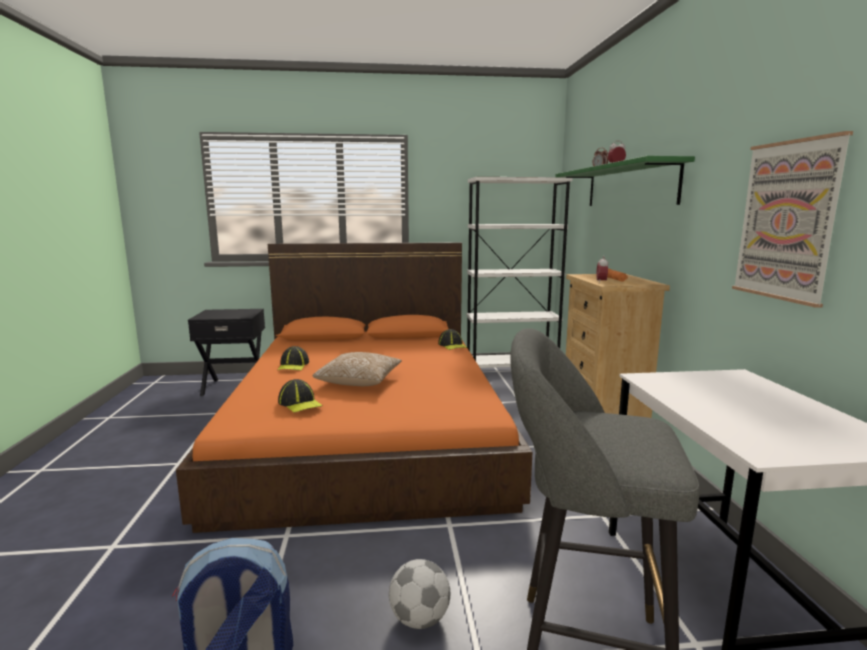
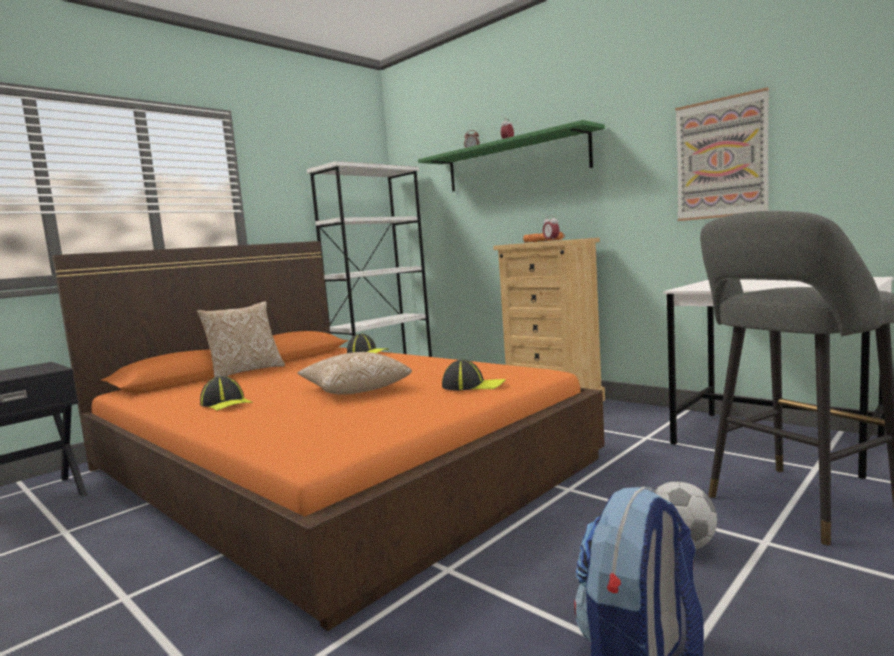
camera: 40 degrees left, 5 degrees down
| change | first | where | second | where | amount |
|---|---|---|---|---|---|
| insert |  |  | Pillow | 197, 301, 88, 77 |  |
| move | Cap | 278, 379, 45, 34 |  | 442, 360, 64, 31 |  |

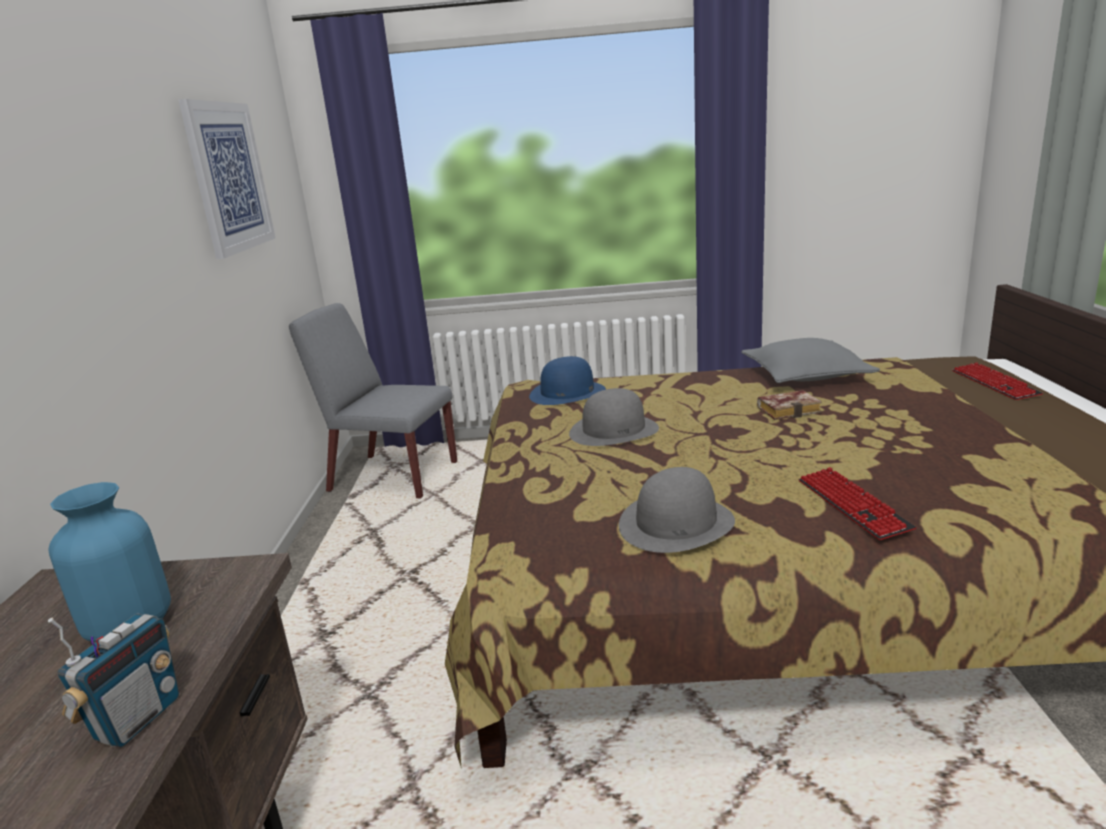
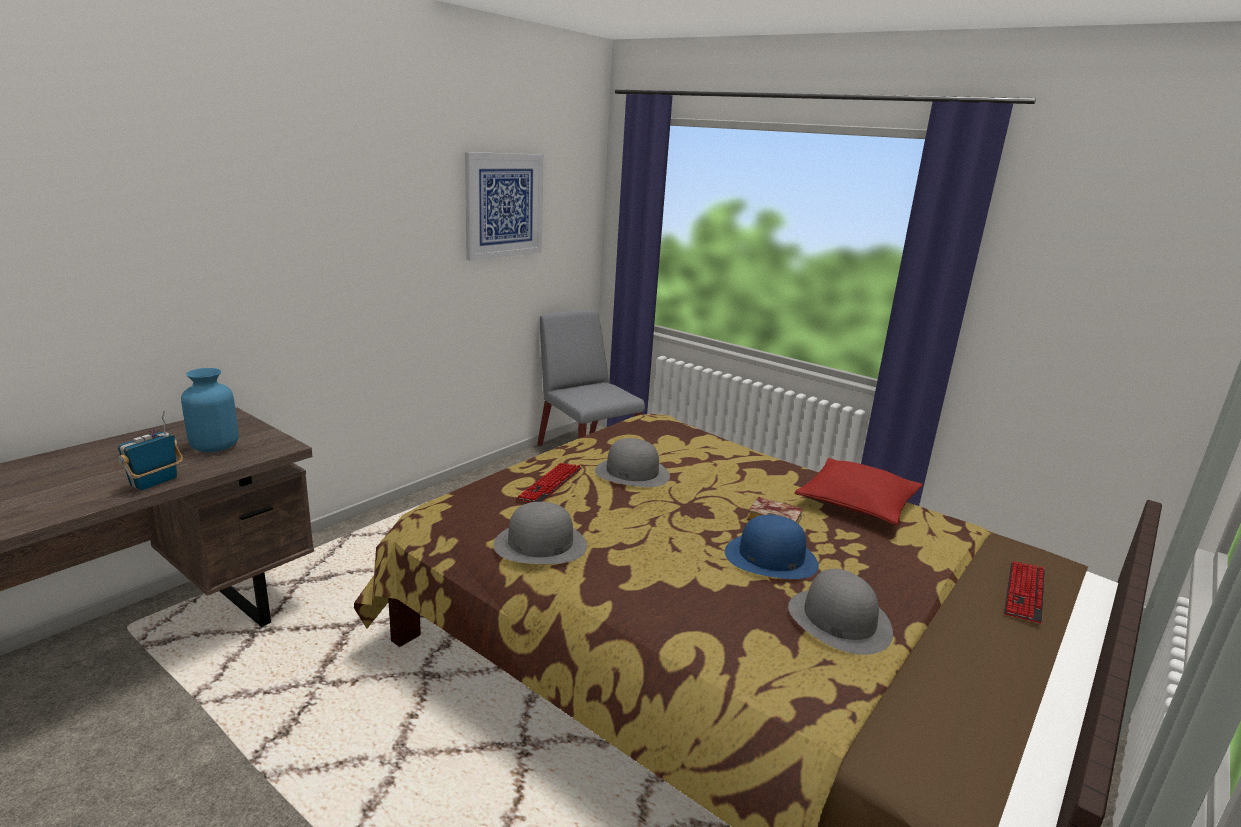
camera: 35 degrees right, 0 degrees up
| change | first | where | second | where | amount |
|---|---|---|---|---|---|
| insert |  |  | GreyHat | 788, 569, 105, 86 |  |
| move | BlueHat | 529, 356, 77, 49 |  | 725, 515, 94, 64 |  |
| move | Keyboard | 798, 467, 118, 73 |  | 516, 463, 66, 39 |  |
| recolor | GreyPillow | 741, 338, 139, 45 | RedPillow | 795, 458, 128, 67 |  |
| rotate | Radio | 48, 613, 131, 134 |  | 118, 411, 65, 79 | 150 degrees clockwise |

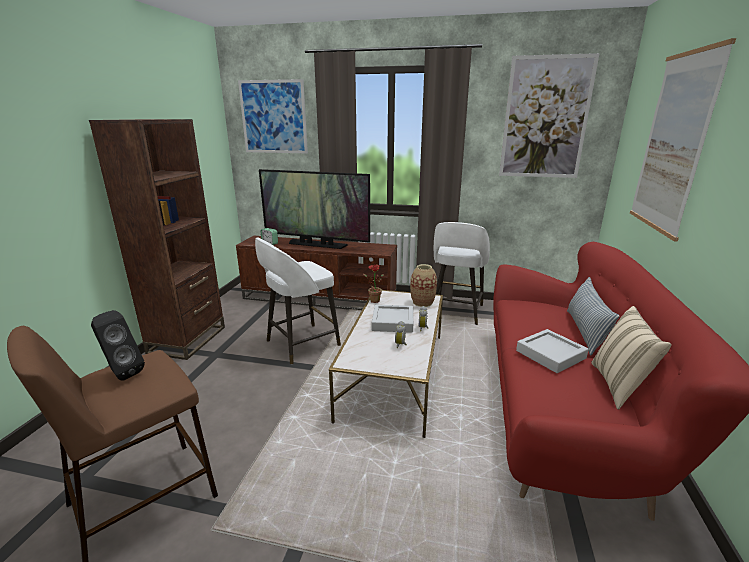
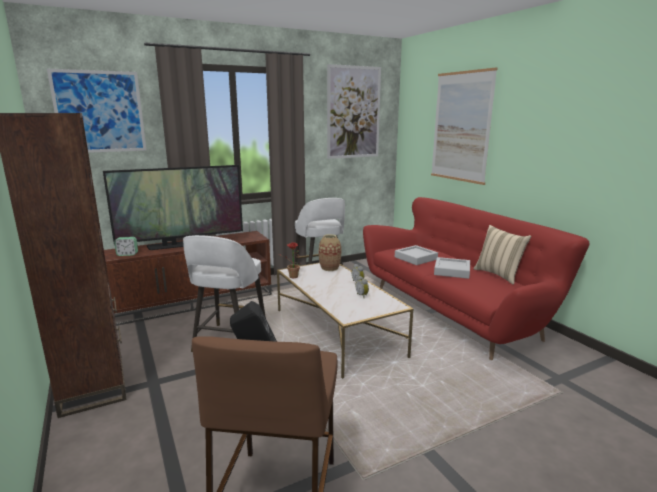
camera: 40 degrees left, 5 degrees down
| change | first | where | second | where | amount |
|---|---|---|---|---|---|
| delete | Pillow | 567, 277, 53, 78 |  |  |  |
| move | GreyTray | 372, 305, 41, 28 |  | 395, 245, 43, 20 |  |

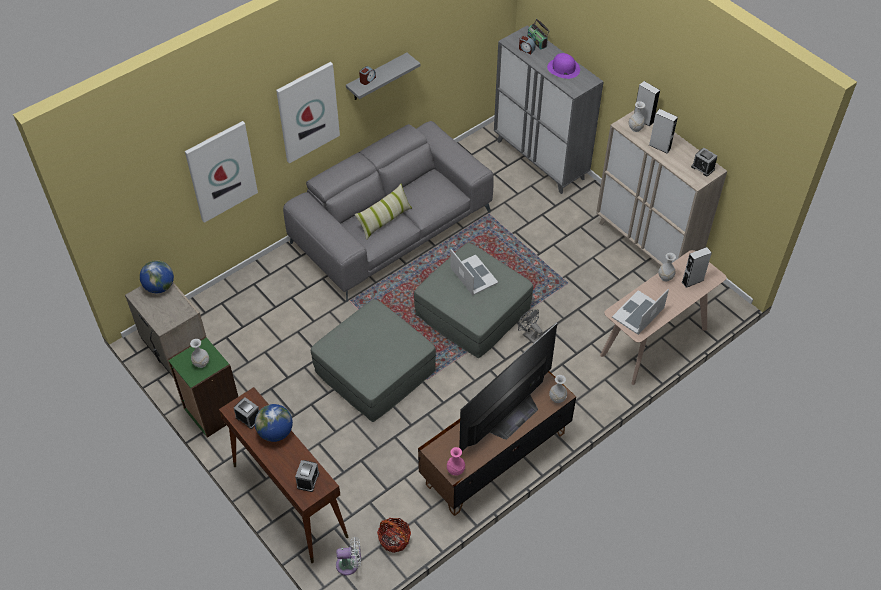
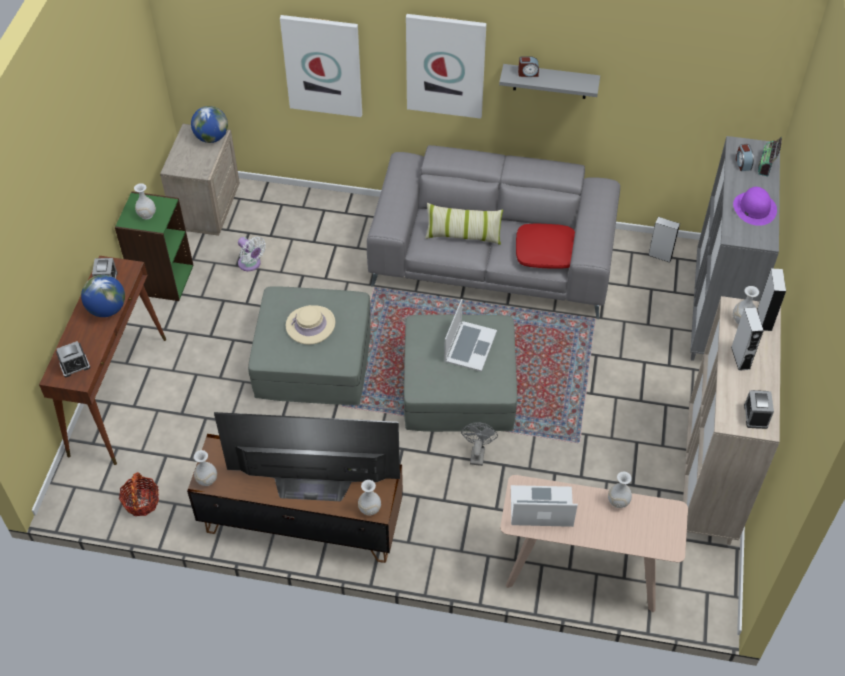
camera: 50 degrees right, 0 degrees up
| change | first | where | second | where | amount |
|---|---|---|---|---|---|
| insert |  |  | BeigeHat | 286, 305, 49, 40 |  |
| insert |  |  | RedPillow | 516, 224, 59, 45 |  |
| move | WhiteFan | 336, 537, 25, 38 |  | 238, 237, 28, 34 |  |
| move | GreySpeaker | 682, 247, 30, 41 |  | 648, 217, 32, 46 |  |
| recolor | PinkVase | 447, 447, 18, 29 | WhiteVase | 194, 450, 23, 36 |  |

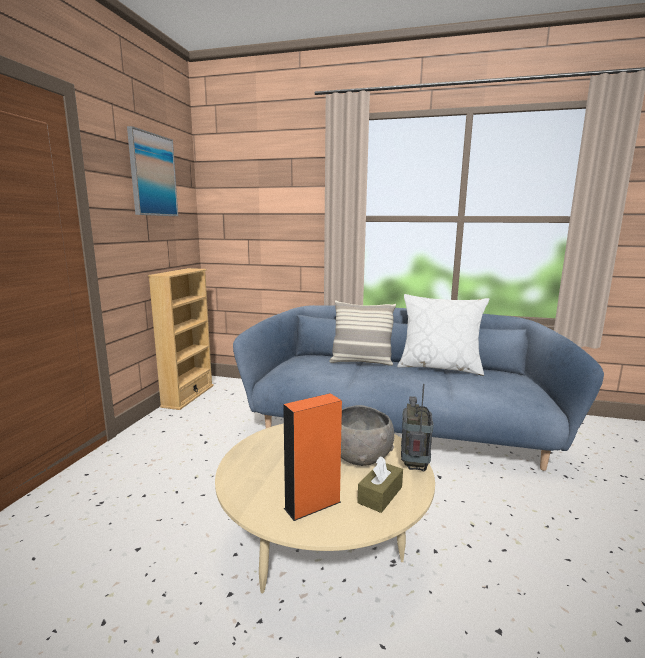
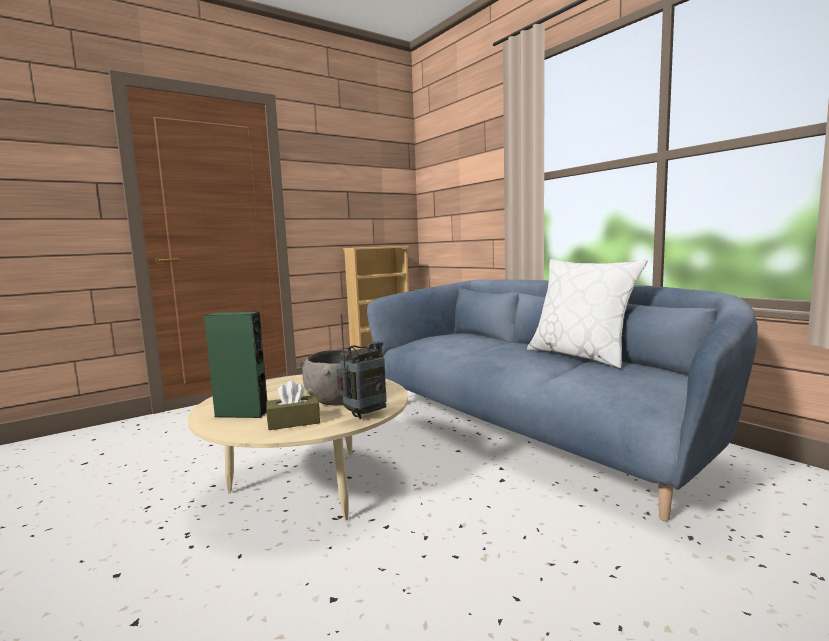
camera: 40 degrees right, 5 degrees down
| change | first | where | second | where | amount |
|---|---|---|---|---|---|
| delete | Picture | 127, 126, 51, 90 |  |  |  |
| delete | Pillow | 329, 300, 67, 66 |  |  |  |
| recolor | OrangeSpeaker | 283, 393, 59, 128 | GreenSpeaker | 204, 312, 63, 106 |  |

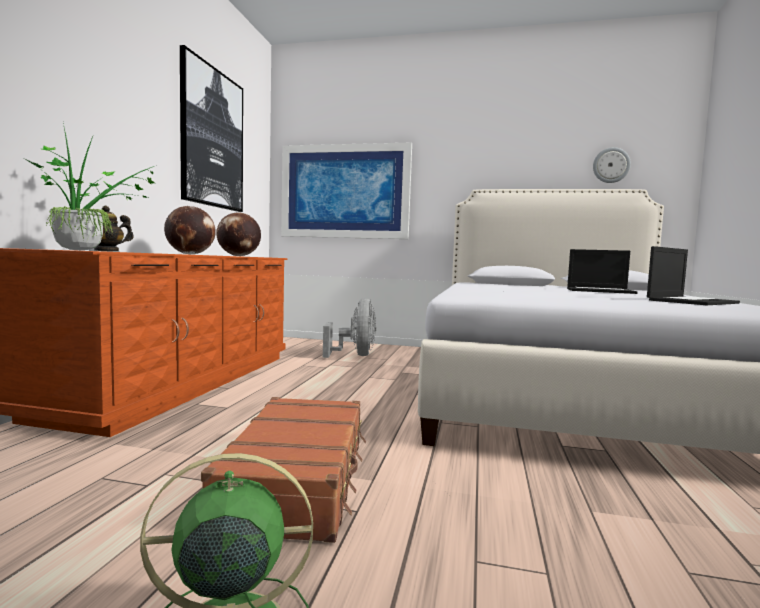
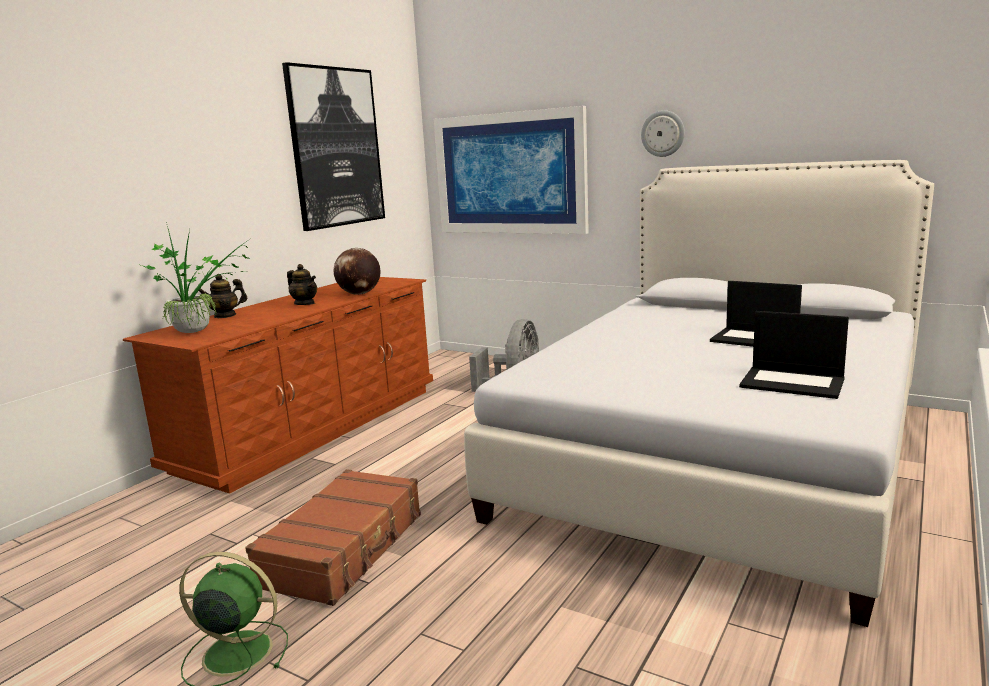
camera: 20 degrees right, 10 degrees up
| change | first | where | second | where | amount |
|---|---|---|---|---|---|
| move | WallClock | 593, 147, 38, 36 |  | 641, 110, 44, 47 |  |
| replace | Globe | 164, 206, 51, 48 | Teapot | 287, 264, 30, 41 |  |
| rotate | Laptop | 647, 246, 93, 59 |  | 739, 311, 110, 88 | 45 degrees clockwise |

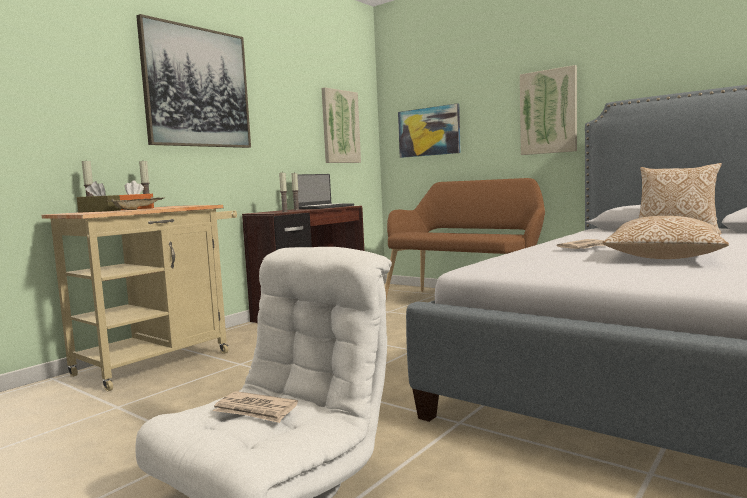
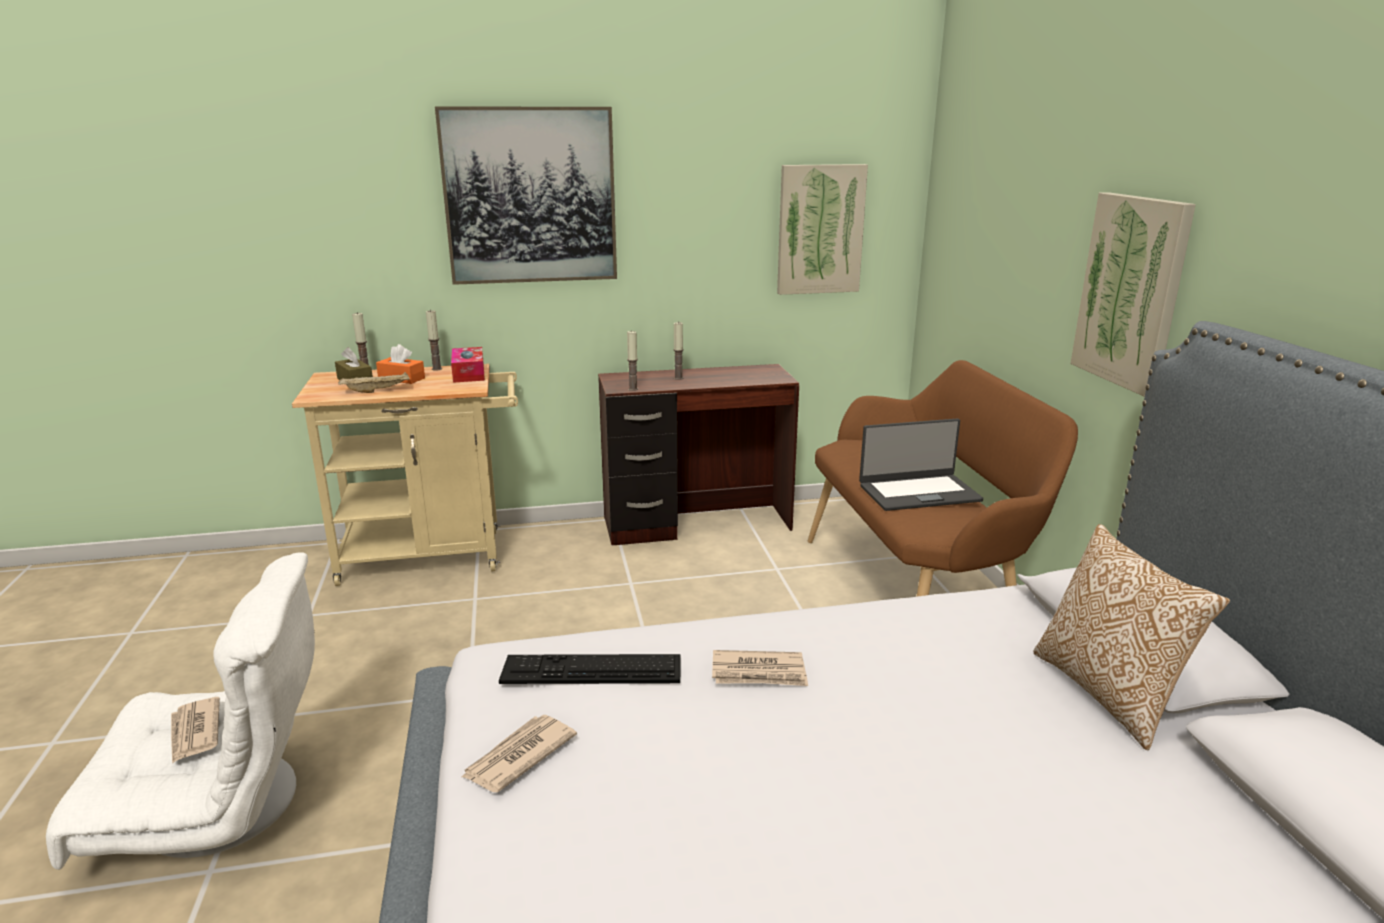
camera: 40 degrees right, 15 degrees up
| change | first | where | second | where | amount |
|---|---|---|---|---|---|
| delete | Picture | 398, 103, 63, 55 |  |  |  |
| delete | Pillow | 602, 216, 127, 43 |  |  |  |
| insert |  |  | TissueBox | 451, 347, 34, 36 |  |
| insert |  |  | Newspaper | 462, 715, 115, 77 |  |
| insert |  |  | Keyboard | 499, 654, 182, 30 |  |
| move | Laptop | 297, 174, 57, 35 |  | 859, 418, 124, 93 |  |

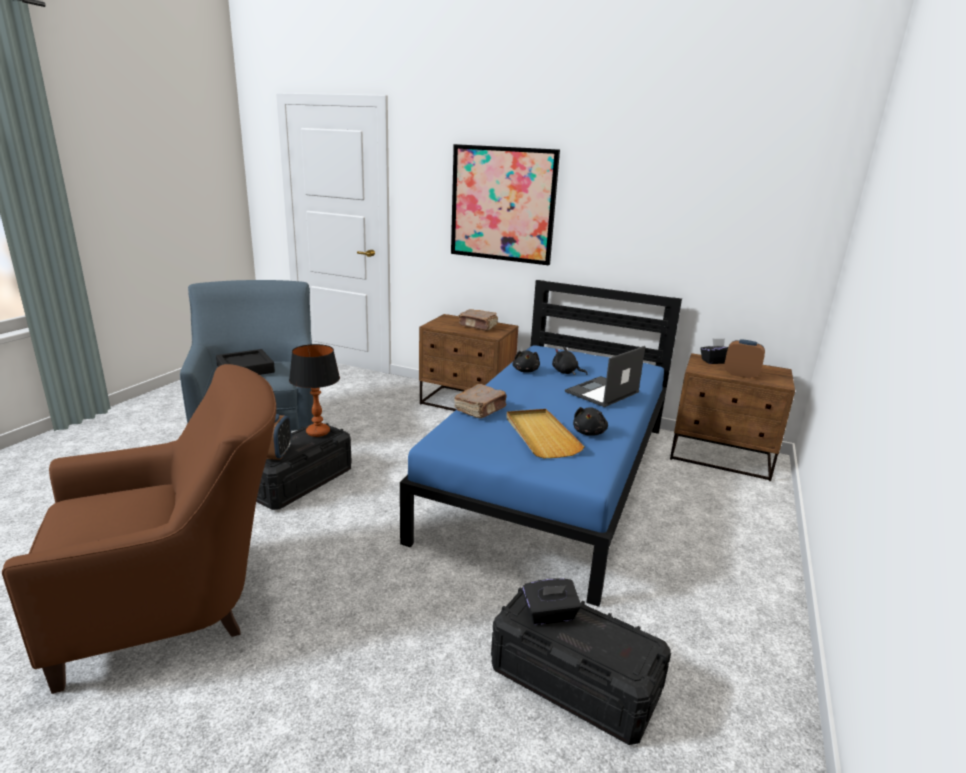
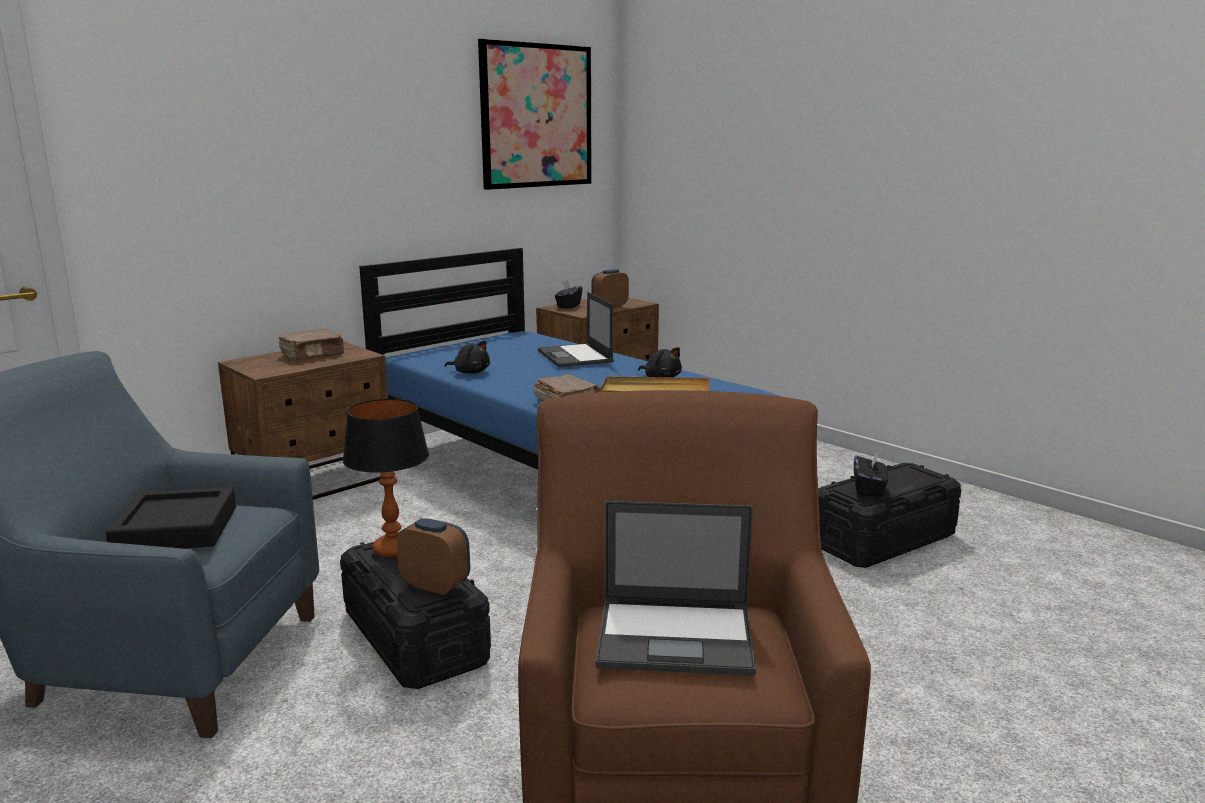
camera: 65 degrees left, 5 degrees down
| change | first | where | second | where | amount |
|---|---|---|---|---|---|
| delete | BlackPlushToy | 552, 347, 36, 28 |  |  |  |
| insert |  |  | Laptop | 595, 501, 161, 175 |  |
| move | Picture | 451, 144, 109, 121 |  | 478, 39, 113, 151 |  |

